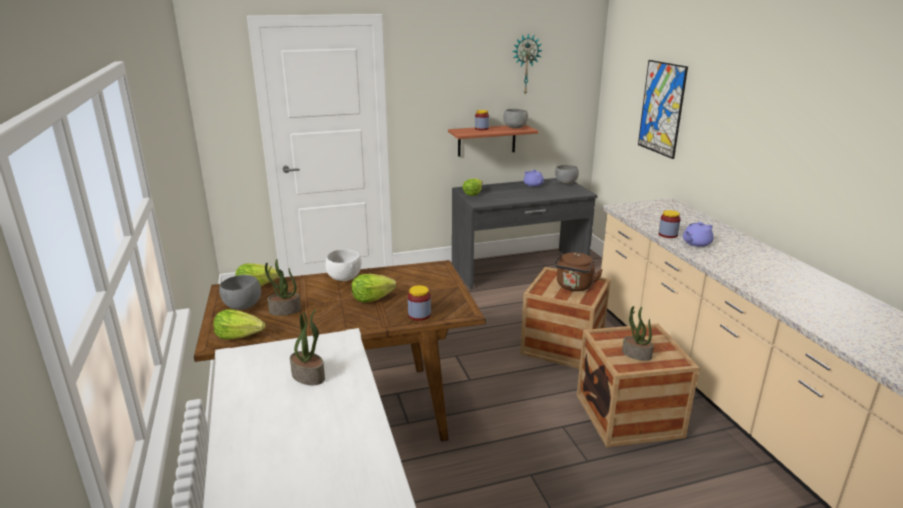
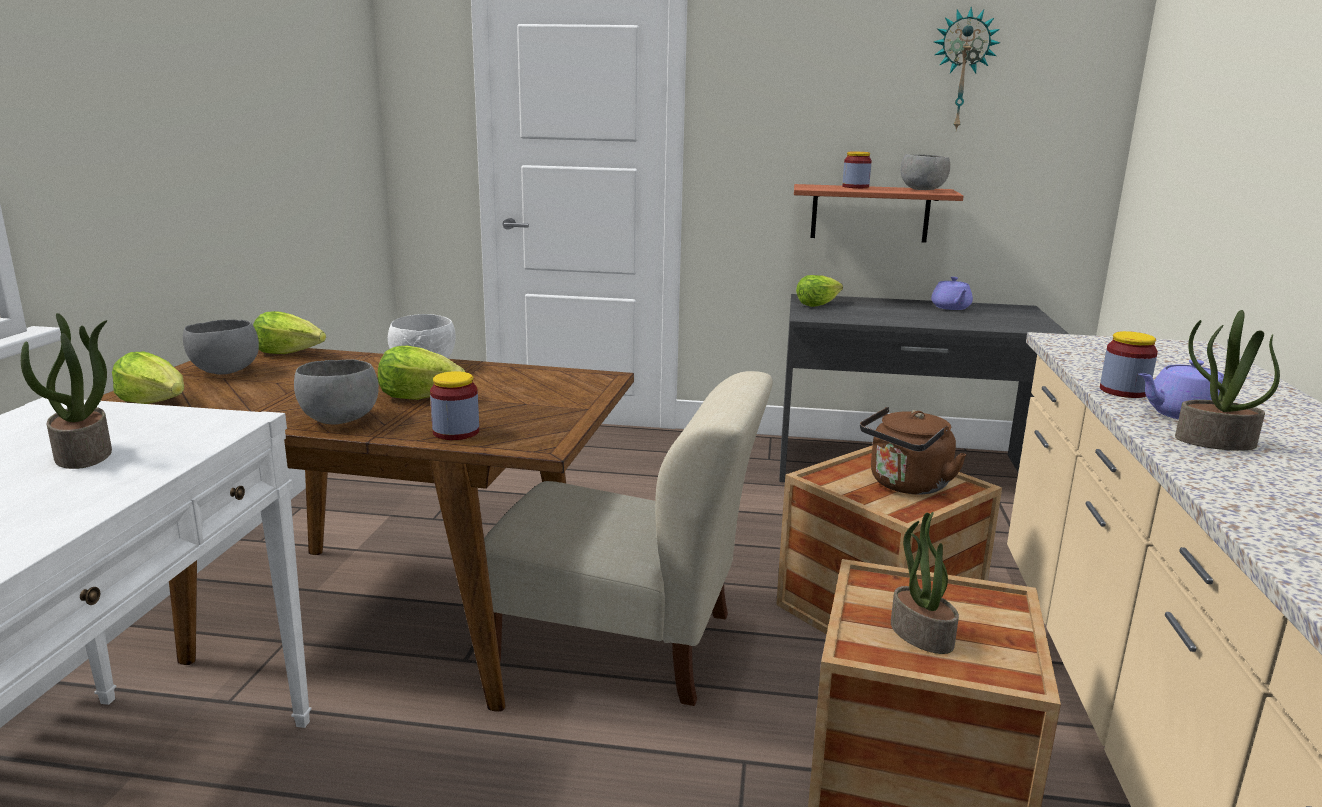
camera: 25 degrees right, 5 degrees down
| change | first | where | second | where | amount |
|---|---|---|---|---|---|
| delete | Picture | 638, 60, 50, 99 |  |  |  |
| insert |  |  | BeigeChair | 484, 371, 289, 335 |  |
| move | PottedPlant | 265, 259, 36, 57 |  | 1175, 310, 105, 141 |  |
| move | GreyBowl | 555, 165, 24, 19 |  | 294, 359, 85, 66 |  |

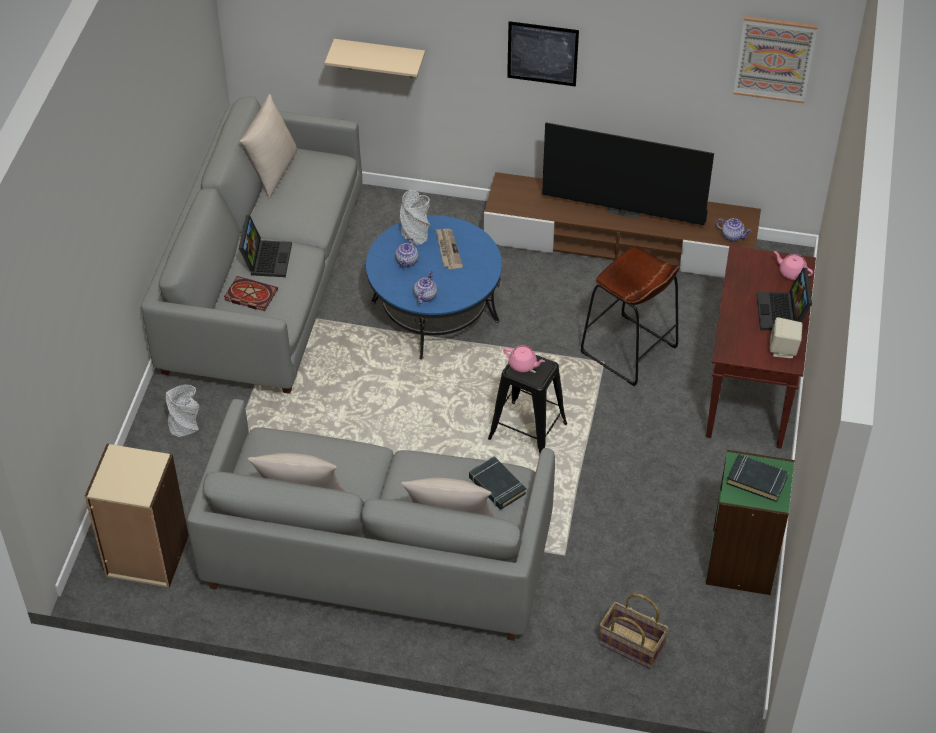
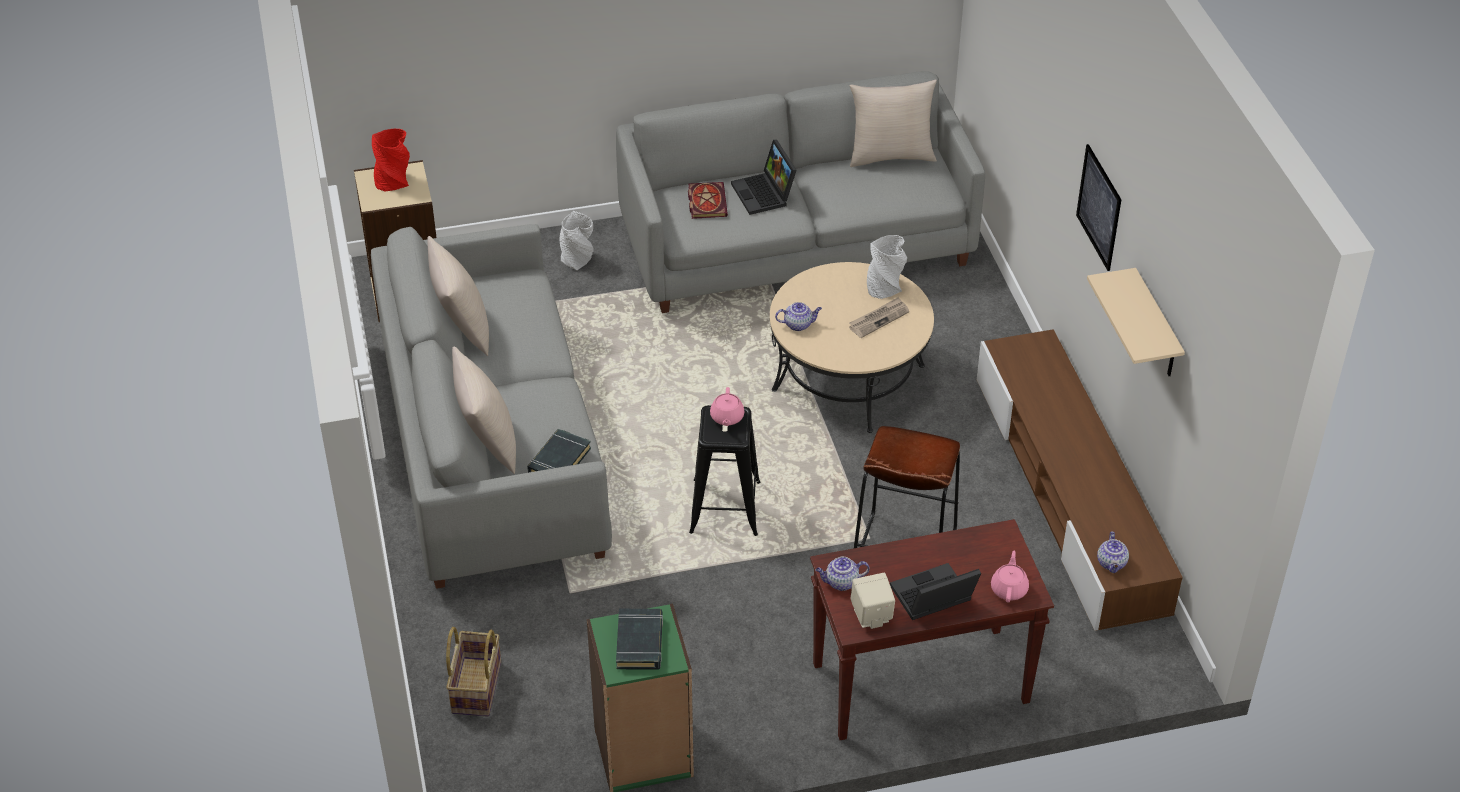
camera: 65 degrees right, 5 degrees down
| change | first | where | second | where | amount |
|---|---|---|---|---|---|
| delete | Television | 542, 122, 172, 103 |  |  |  |
| delete | Picture | 733, 16, 85, 87 |  |  |  |
| insert |  |  | RedVase | 372, 129, 38, 63 |  |
| move | BeigeShelf | 325, 39, 100, 38 |  | 1087, 268, 98, 108 |  |
| move | Teapot | 395, 238, 24, 30 |  | 816, 557, 53, 34 |  |
| recolor | BlueCoffeeTable | 366, 215, 136, 145 | BeigeCoffeeTable | 770, 262, 164, 171 |  |
| rotate | Laptop | 239, 215, 53, 62 |  | 731, 140, 66, 75 | 90 degrees clockwise |

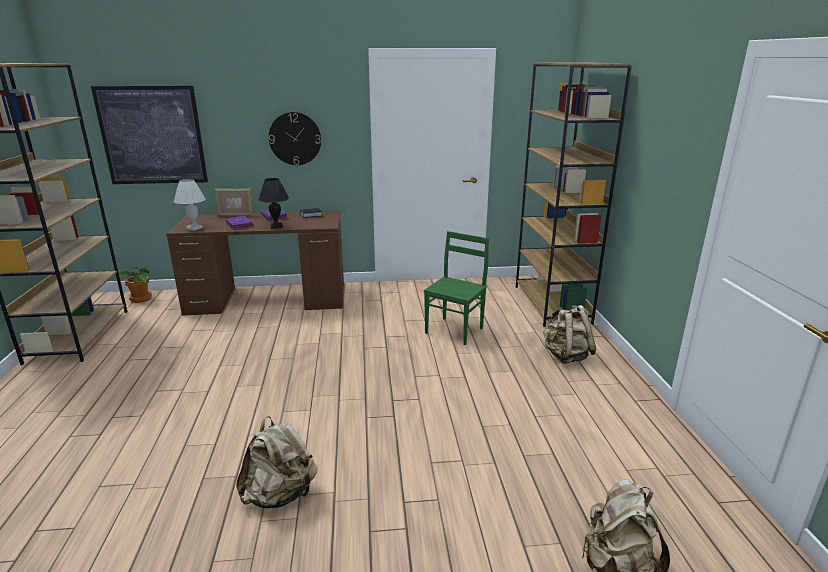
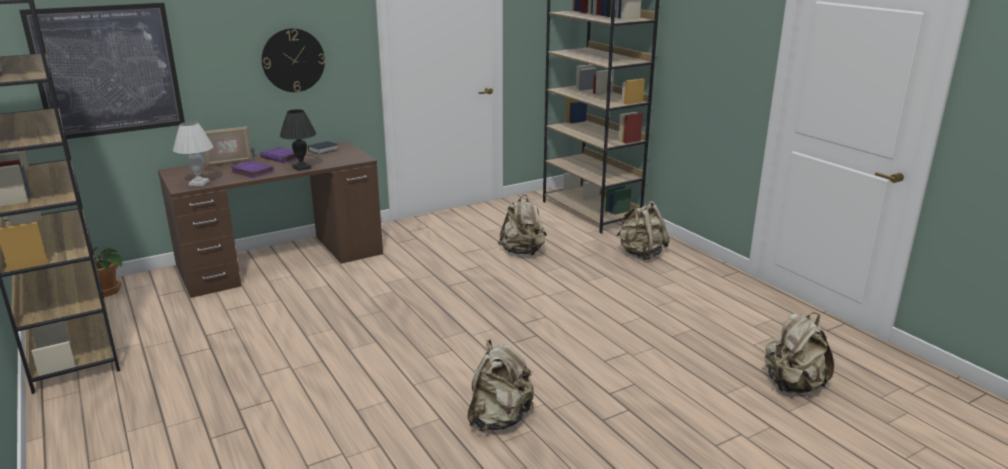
camera: 25 degrees left, 0 degrees up
| change | first | where | second | where | amount |
|---|---|---|---|---|---|
| replace | GreenChair | 424, 231, 65, 114 | BeigeBackpack | 498, 195, 49, 61 |  |

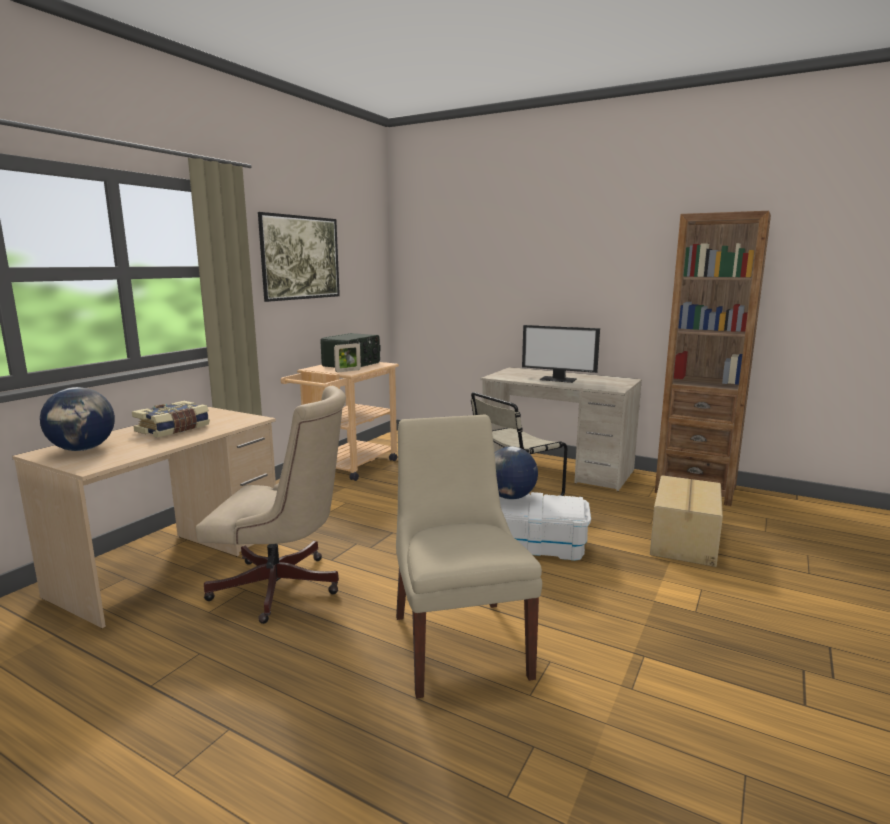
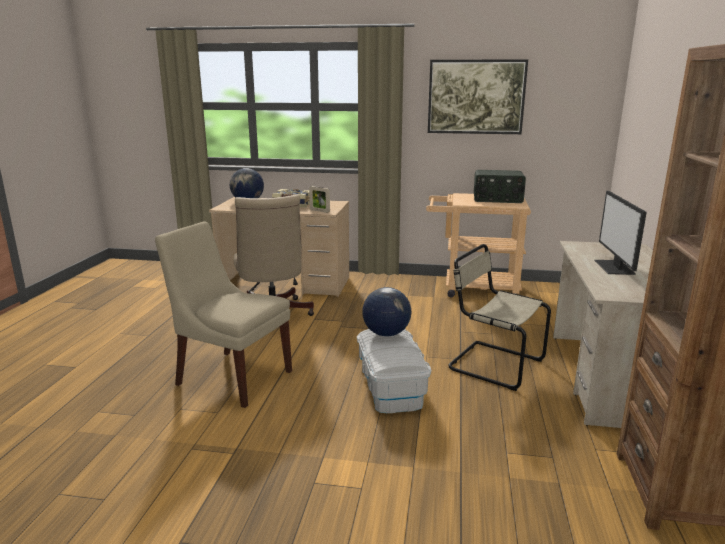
camera: 70 degrees right, 5 degrees up
| change | first | where | second | where | amount |
|---|---|---|---|---|---|
| delete | CardboardBox | 650, 475, 73, 92 |  |  |  |
| move | PictureFrame | 334, 343, 27, 29 |  | 309, 186, 21, 27 |  |
| rotate | BeigeChair | 396, 415, 146, 284 |  | 155, 221, 137, 187 | 120 degrees counterclockwise |

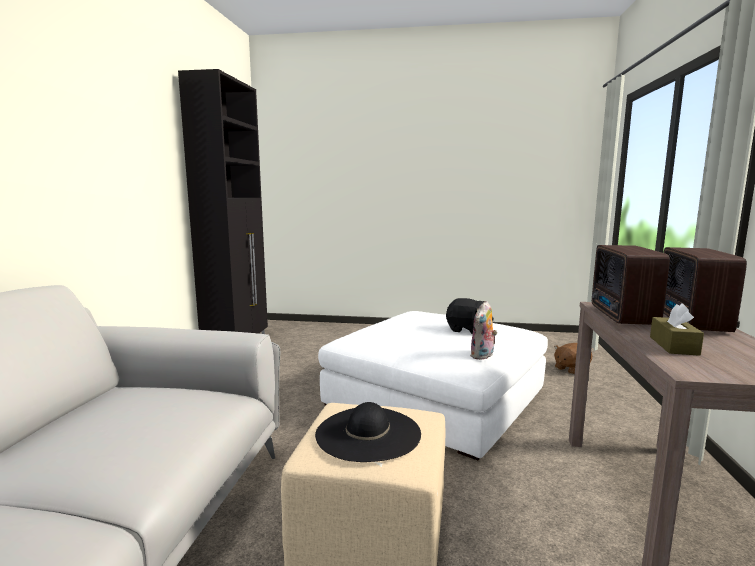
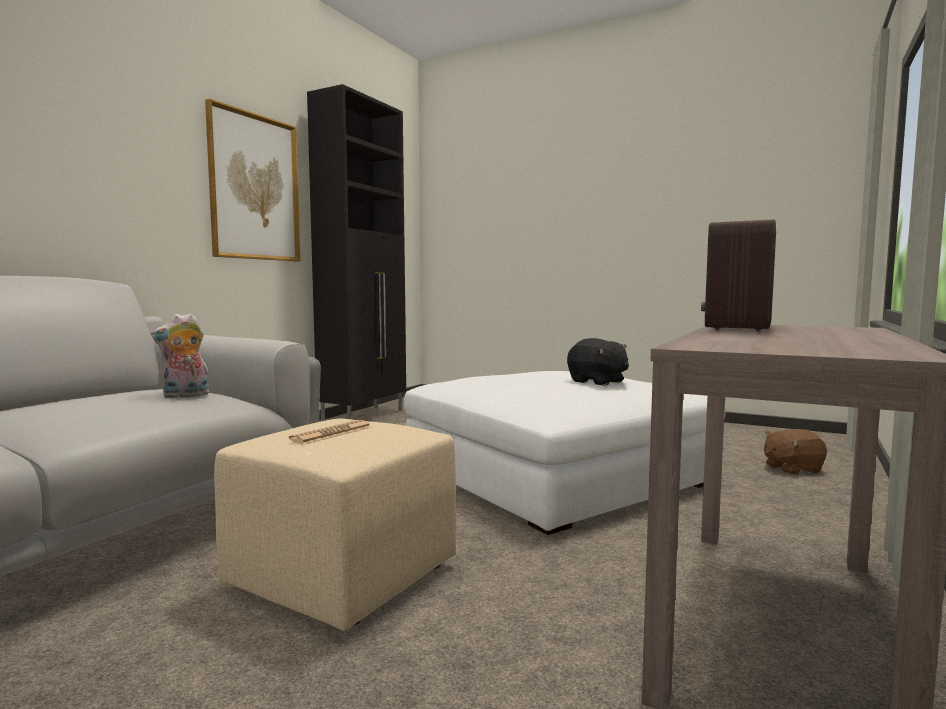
camera: 20 degrees right, 5 degrees down
| change | first | where | second | where | amount |
|---|---|---|---|---|---|
| delete | BrownTissueBox | 650, 303, 54, 53 |  |  |  |
| delete | Radio | 663, 247, 84, 85 |  |  |  |
| insert |  |  | Picture | 205, 99, 96, 162 |  |
| move | PlushToy | 470, 301, 27, 59 |  | 151, 313, 58, 85 |  |
| replace | BlackHat | 315, 402, 106, 60 | Newspaper | 289, 420, 83, 24 |  |

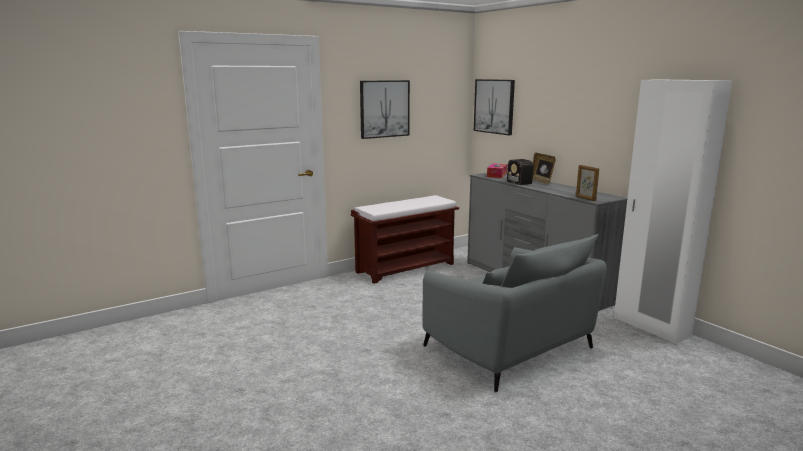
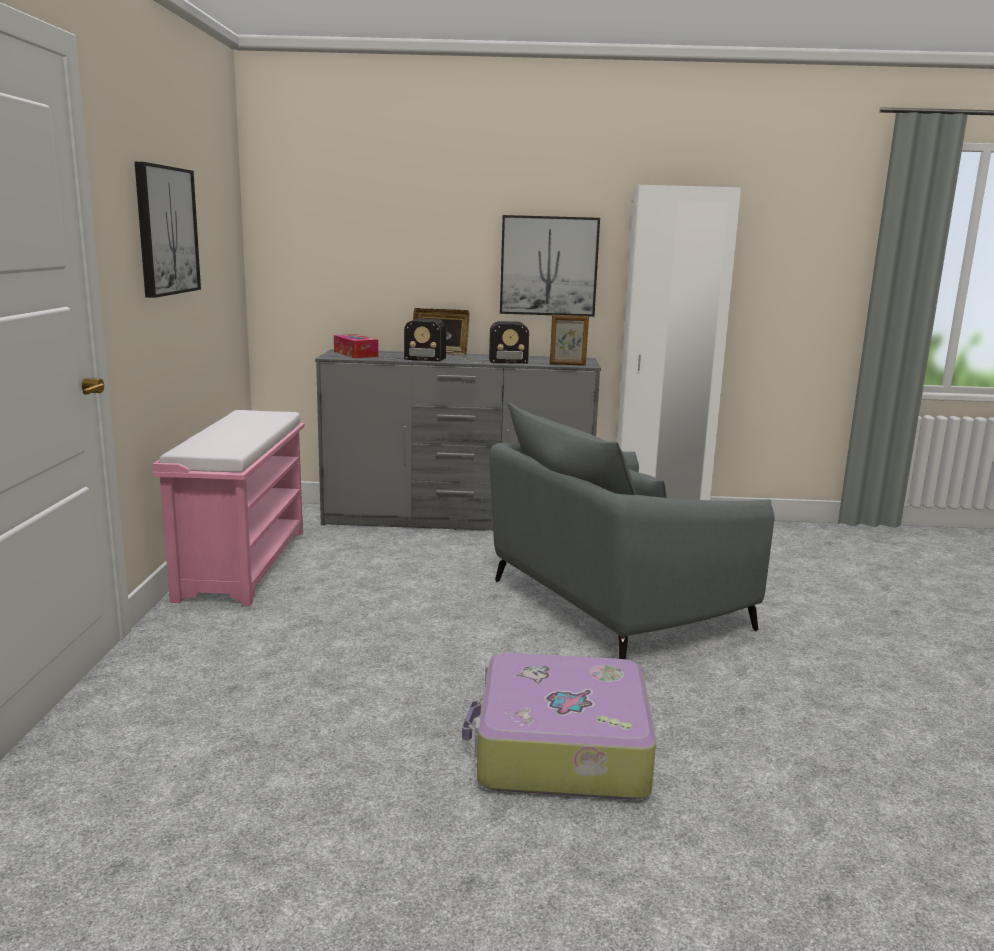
camera: 55 degrees left, 0 degrees up
| change | first | where | second | where | amount |
|---|---|---|---|---|---|
| insert |  |  | Suitcase | 462, 653, 194, 147 |  |
| insert |  |  | Radio | 465, 321, 64, 43 |  |
| move | Picture | 474, 79, 41, 56 |  | 500, 215, 100, 102 |  |
| recolor | BrownBench | 351, 195, 108, 89 | PinkBench | 153, 410, 152, 197 |  |
| rotate | GreyArmchair | 422, 234, 185, 158 |  | 489, 402, 285, 257 | 150 degrees clockwise |

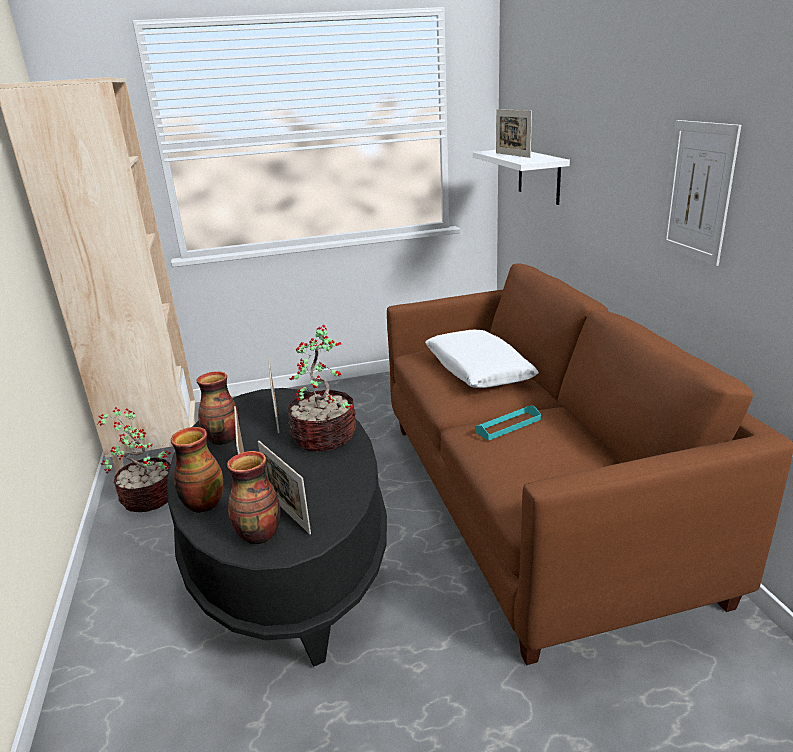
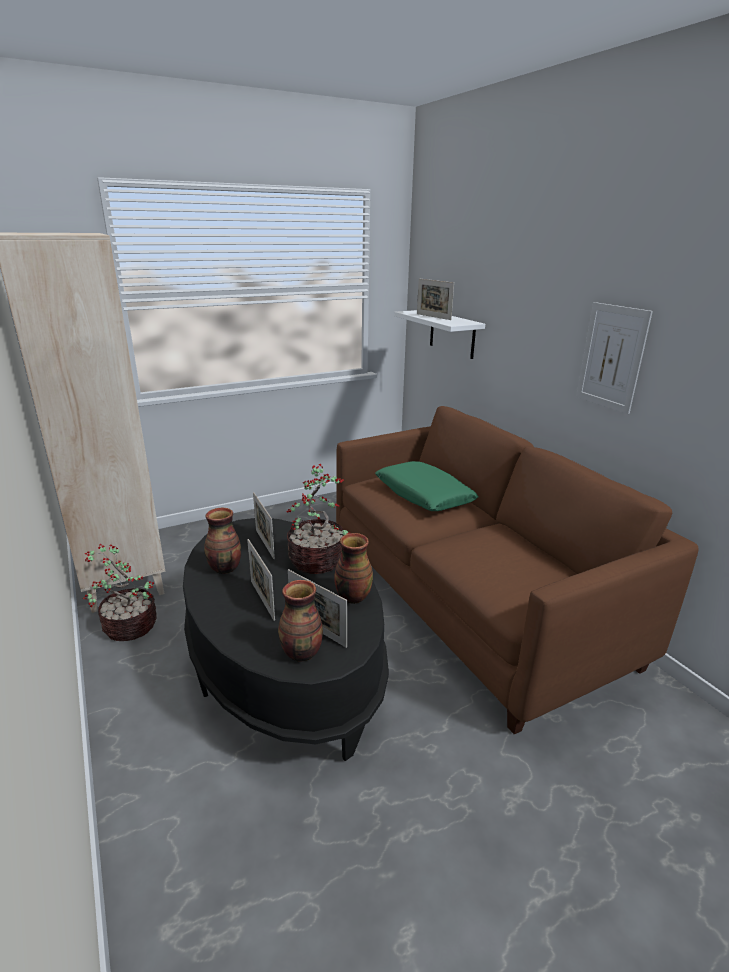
camera: 15 degrees left, 0 degrees up
| change | first | where | second | where | amount |
|---|---|---|---|---|---|
| delete | TurquoiseTray | 475, 406, 66, 35 |  |  |  |
| move | Vase | 171, 427, 53, 86 |  | 334, 533, 39, 71 |  |
| recolor | WhitePillow | 425, 330, 114, 58 | GreenPillow | 375, 461, 103, 50 |  |

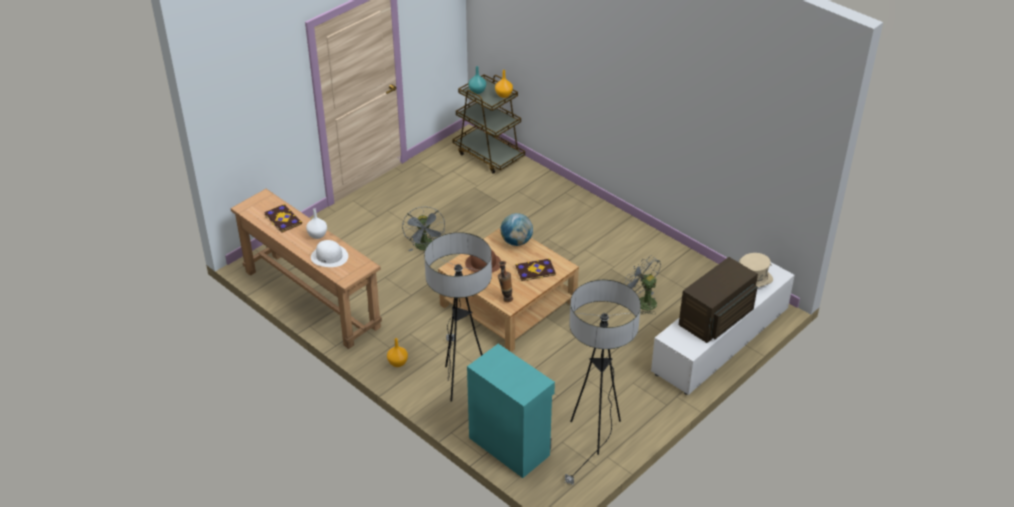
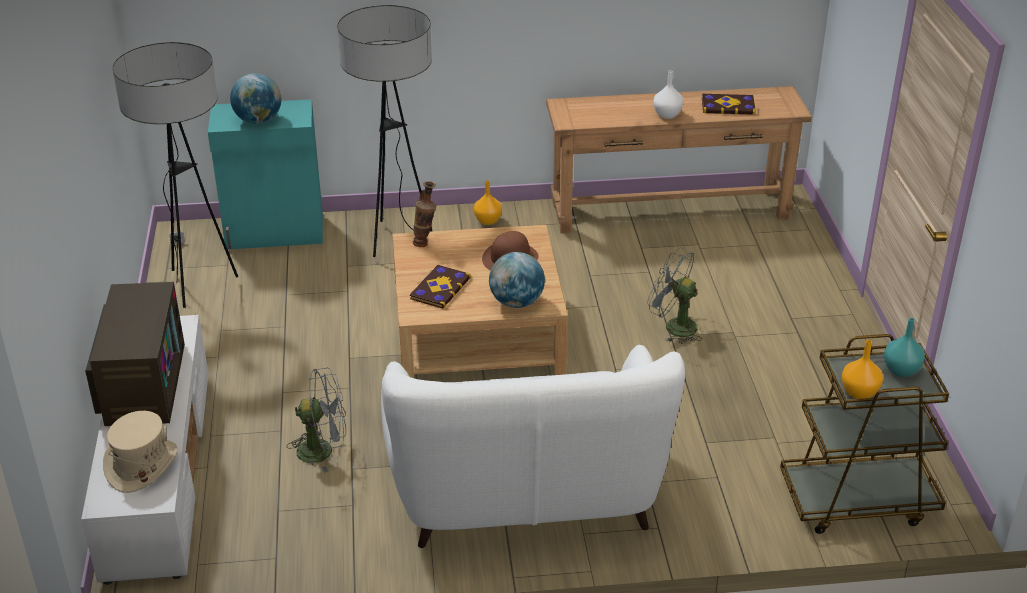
camera: 130 degrees right, 5 degrees down
| change | first | where | second | where | amount |
|---|---|---|---|---|---|
| delete | WhiteHat | 311, 240, 37, 27 |  |  |  |
| insert |  |  | Globe | 230, 73, 51, 51 |  |
| insert |  |  | WhiteSofa | 381, 345, 304, 203 |  |

